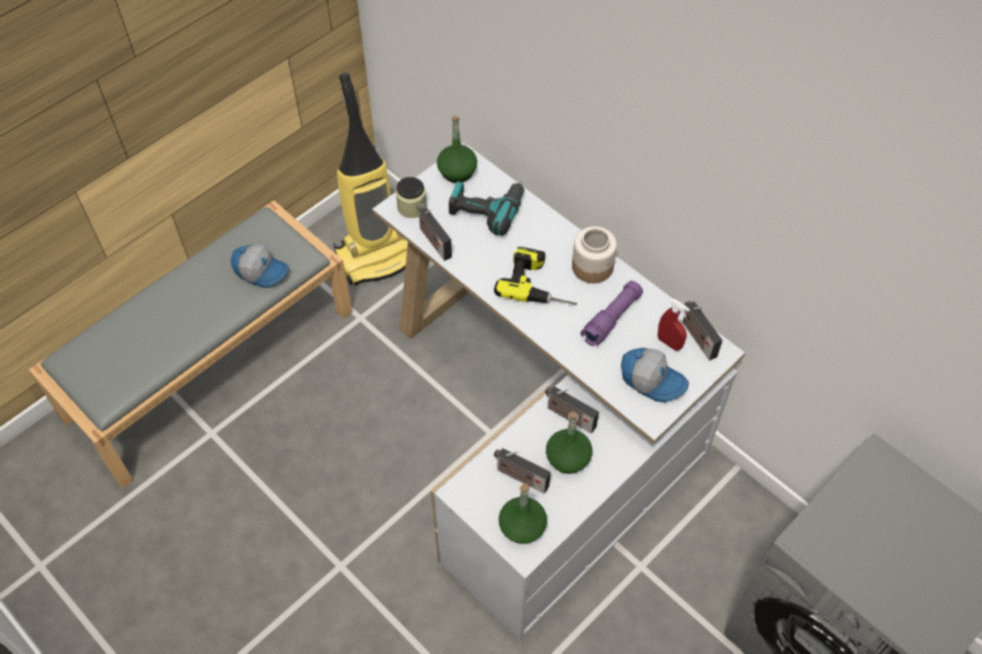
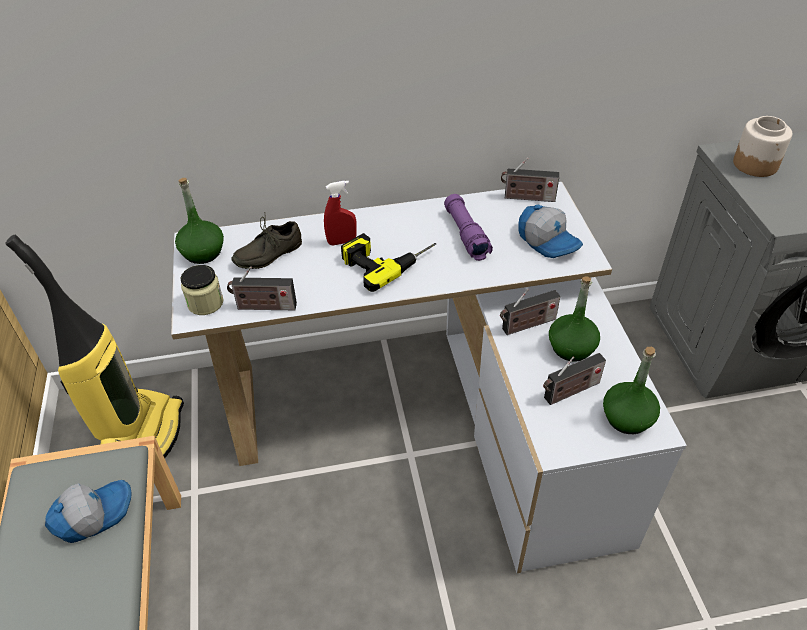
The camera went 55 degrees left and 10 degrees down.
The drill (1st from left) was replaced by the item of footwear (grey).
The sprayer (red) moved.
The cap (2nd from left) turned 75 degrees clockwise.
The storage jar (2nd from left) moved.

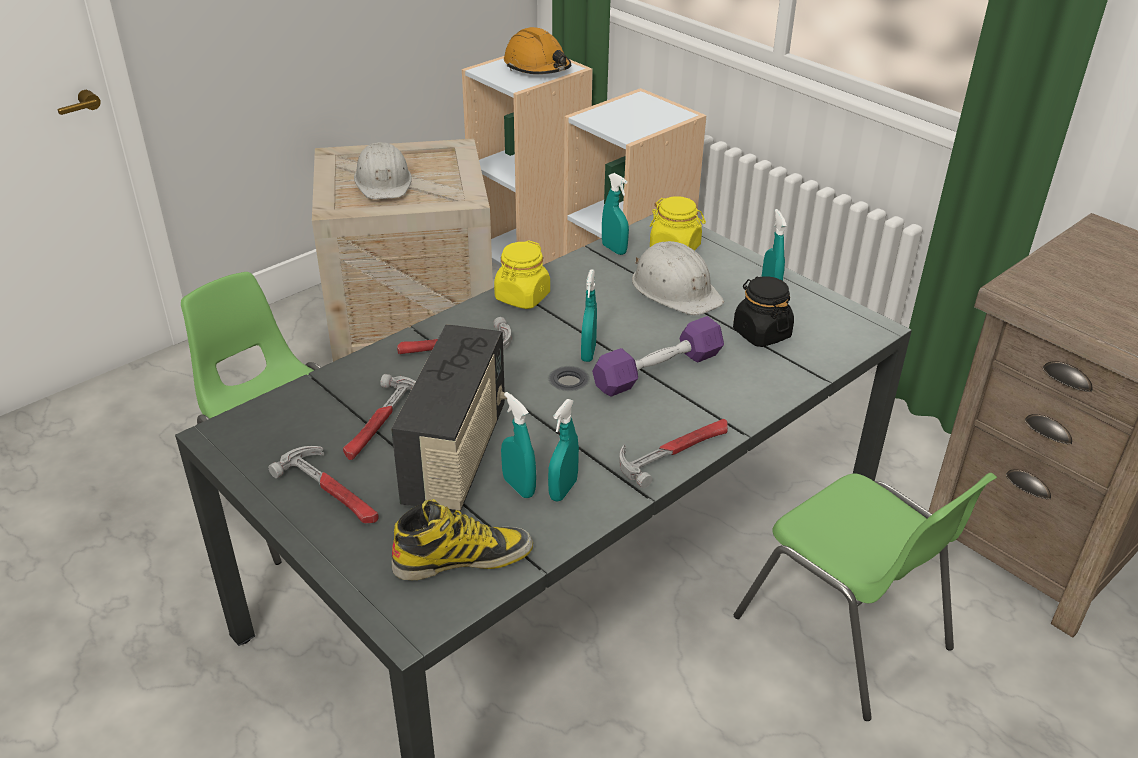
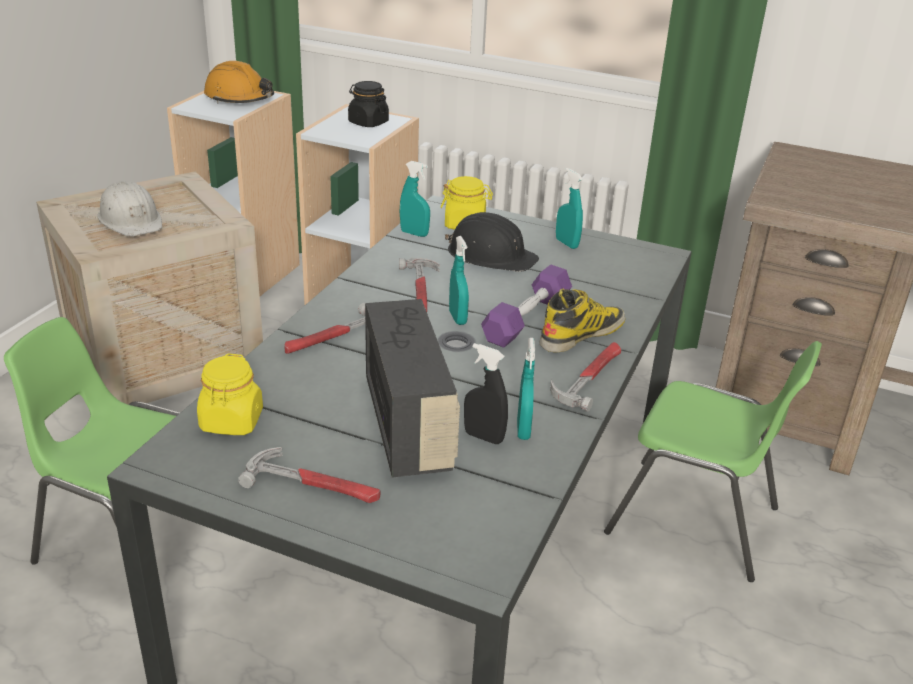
The camera went 25 degrees left and 5 degrees down.
The storage jar (yellow) (1st from left) moved.
The storage jar (black-coloured) moved.
The hand hammer (2nd from left in the first image) moved.
The safety helmet (whitish) (2nd from left) became the safety helmet (black-coloured).
The sprayer (blue-green) (1st from left) became the sprayer (black-coloured).
The boot moved.

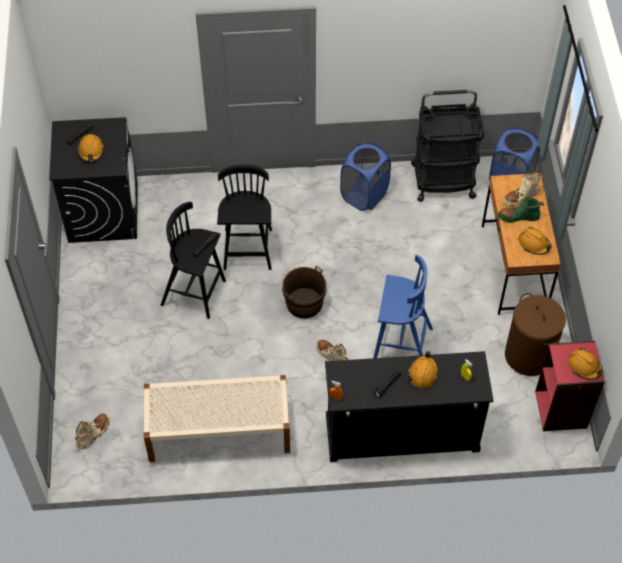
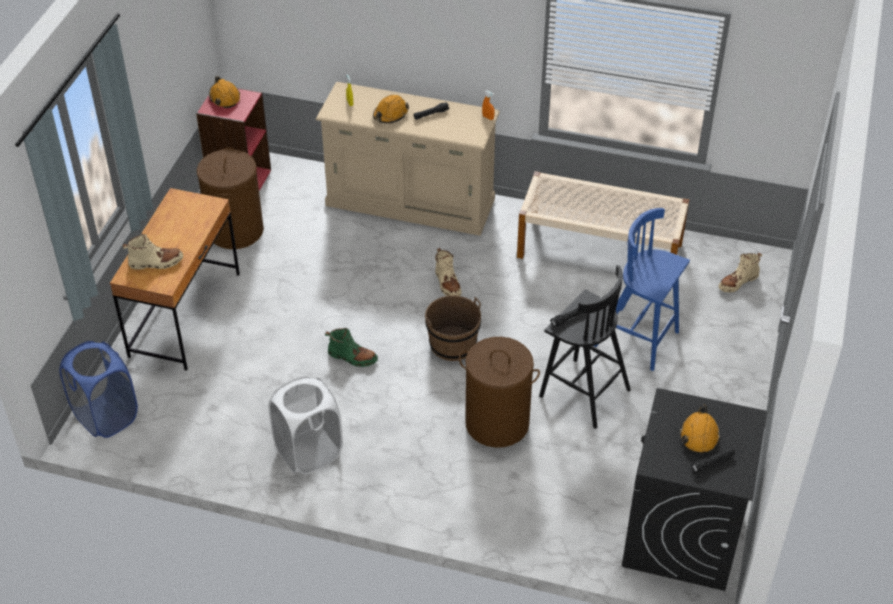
The camera went 160 degrees left and 10 degrees down.
The hamper (bluish) (1st from left) became the hamper (whitish).
The storage cabinet (black-coloured) became the storage cabinet (sand-coloured).
The boot (greenish) moved.
The stool (black-coloured) (2nd from left) was replaced by the hamper (brown) (2nd from left).
The stool (bluish) moved.
The trolley (black-coloured) disappeared.
The safety helmet (orange) (3rd from left) disappeared.

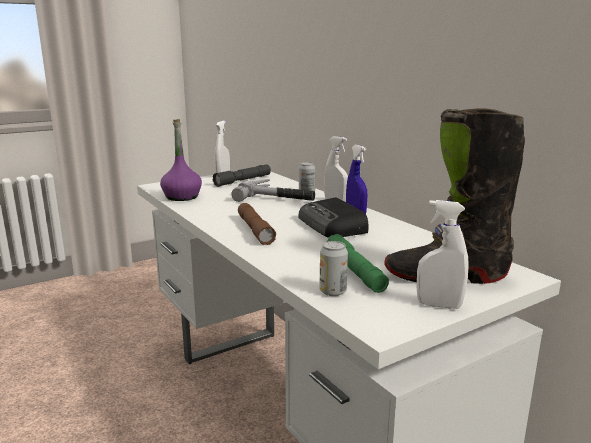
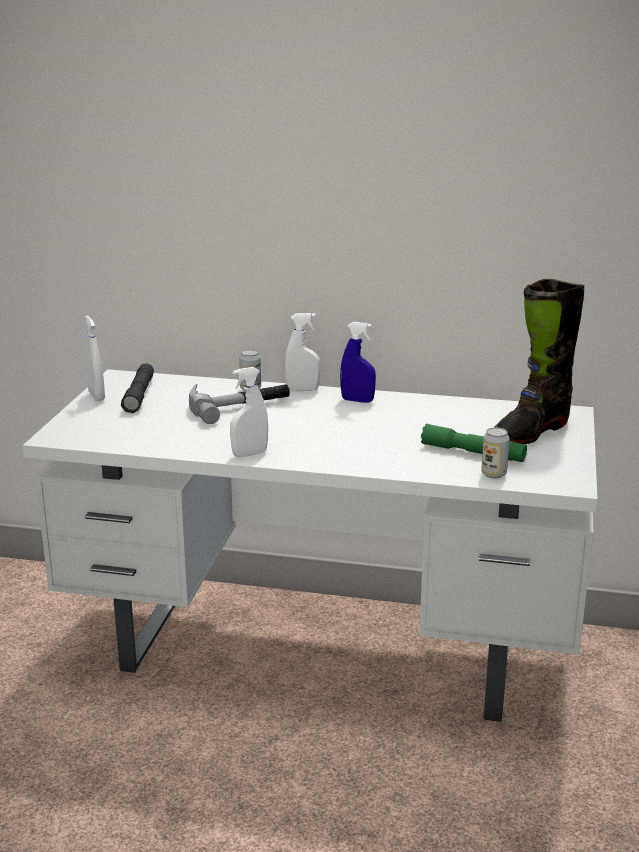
The camera went 45 degrees left and 5 degrees up.
The sprayer (whitish) (3rd from left in the first image) moved.
The drink bottle (purplish) disappeared.
The hand torch (brown) disappeared.
The radio receiver disappeared.

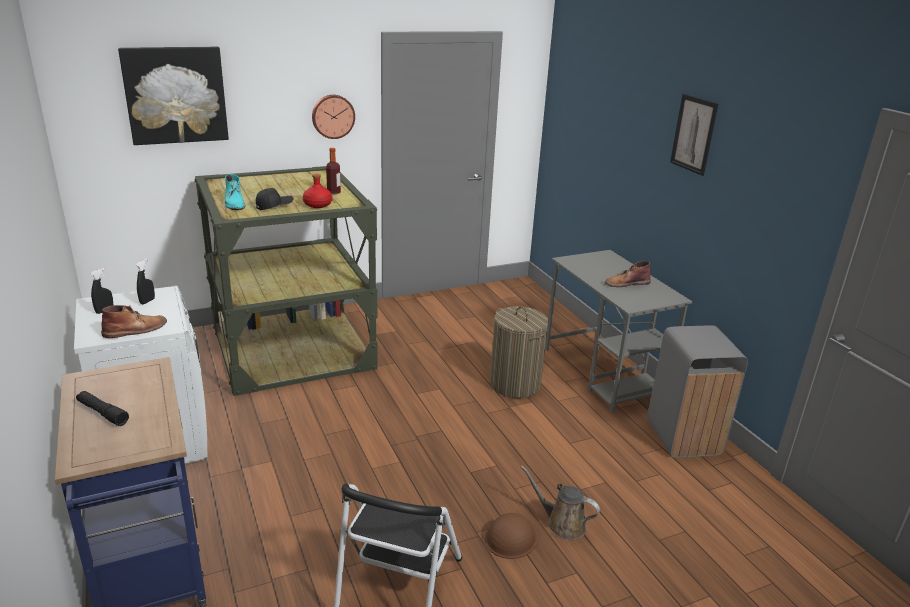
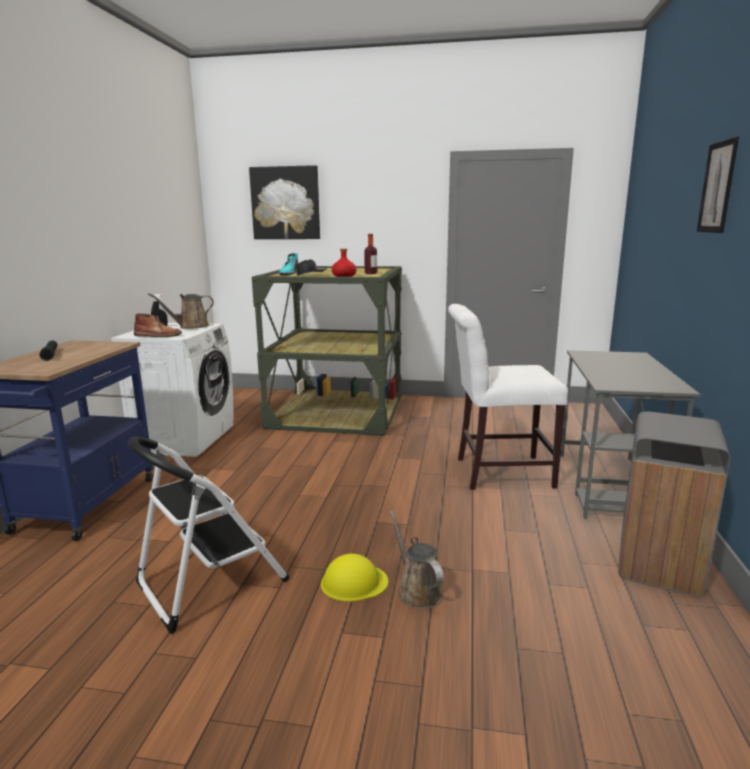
The camera went 35 degrees right and 10 degrees down.
The sprayer (black-coloured) (2nd from left) was replaced by the watering can (brown) (1st from left).
The safety helmet (brown) became the safety helmet (yellow).
The hamper was replaced by the chair (whitish).
The wall clock disappeared.
The boot (brown) (2nd from left) disappeared.

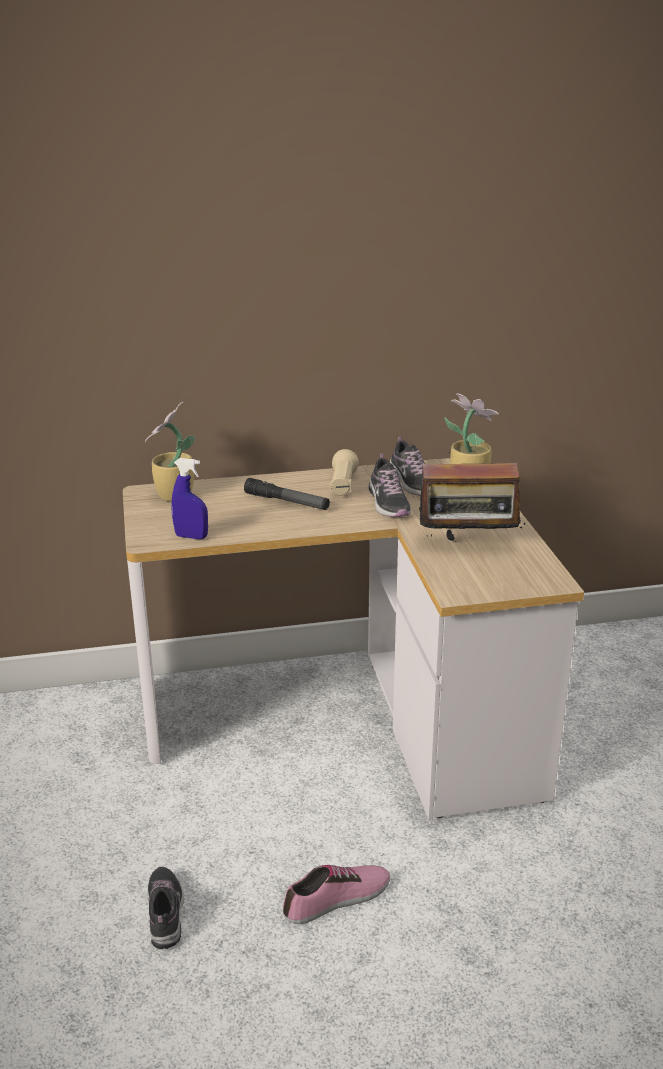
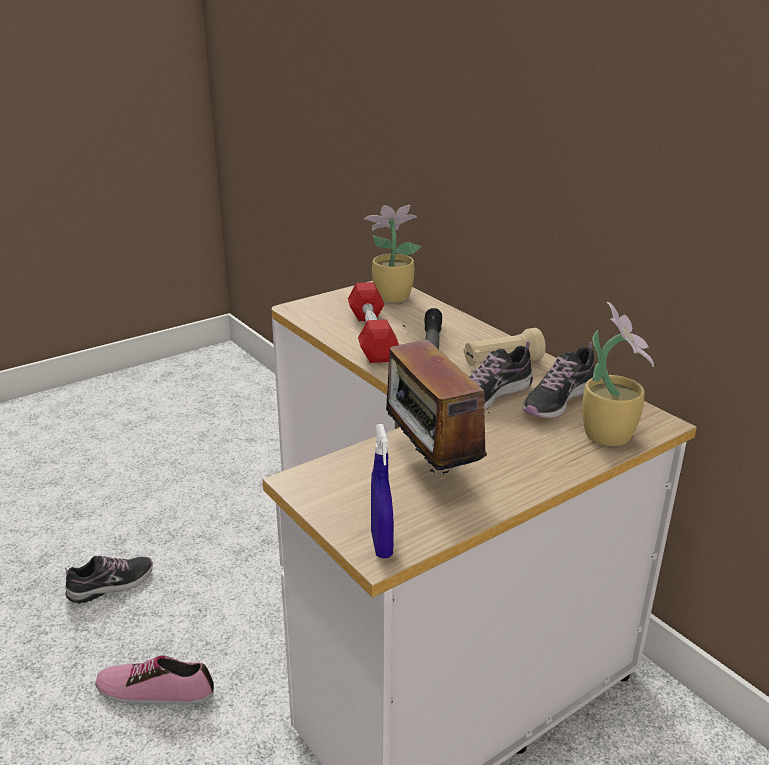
The camera went 65 degrees right and 0 degrees up.
The item of footwear (2nd from left) turned 150 degrees clockwise.
The hand weight (red) appeared.
The sprayer (bluish) moved.

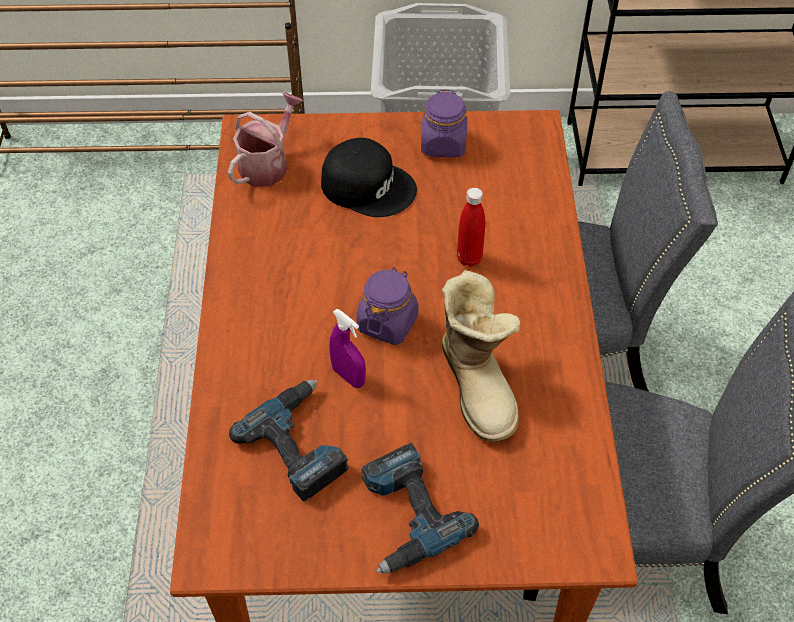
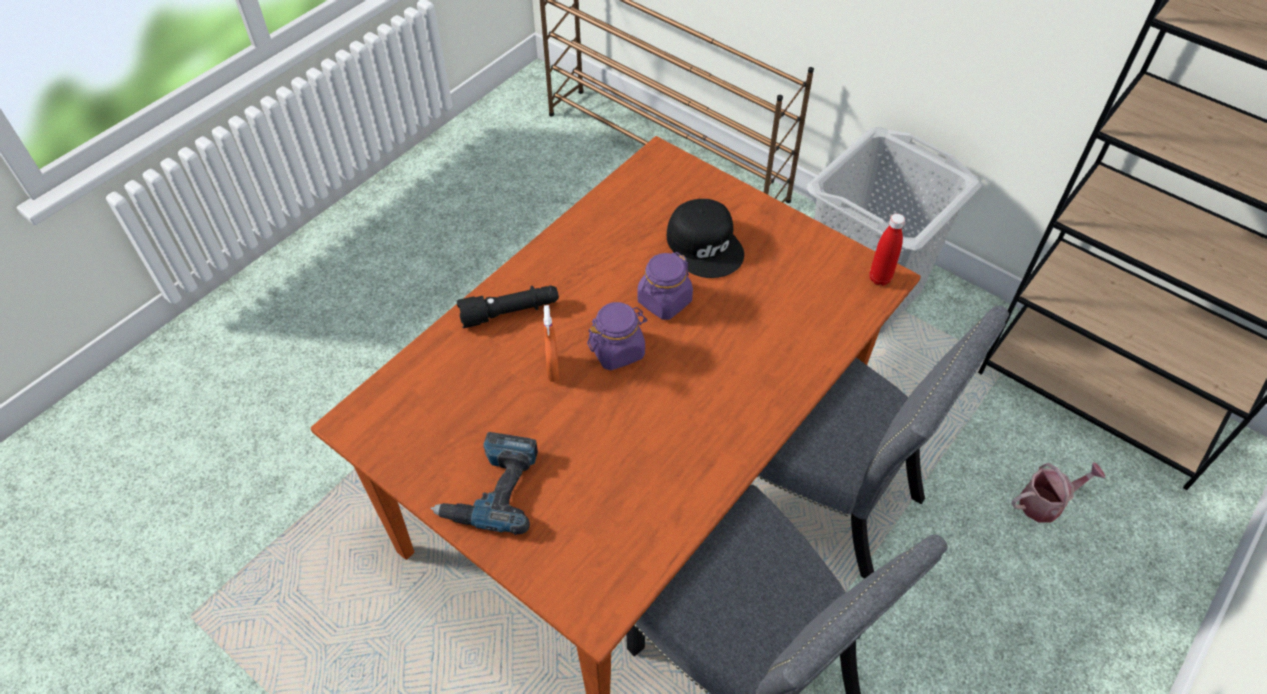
The camera went 40 degrees right and 0 degrees up.
The hand torch (black-coloured) appeared.
The sprayer (purplish) became the sprayer (orange).
The storage jar (purplish) (2nd from left) moved.
The drink bottle (red) moved.
The watering can moved.
The drill (1st from left) disappeared.
The boot disappeared.

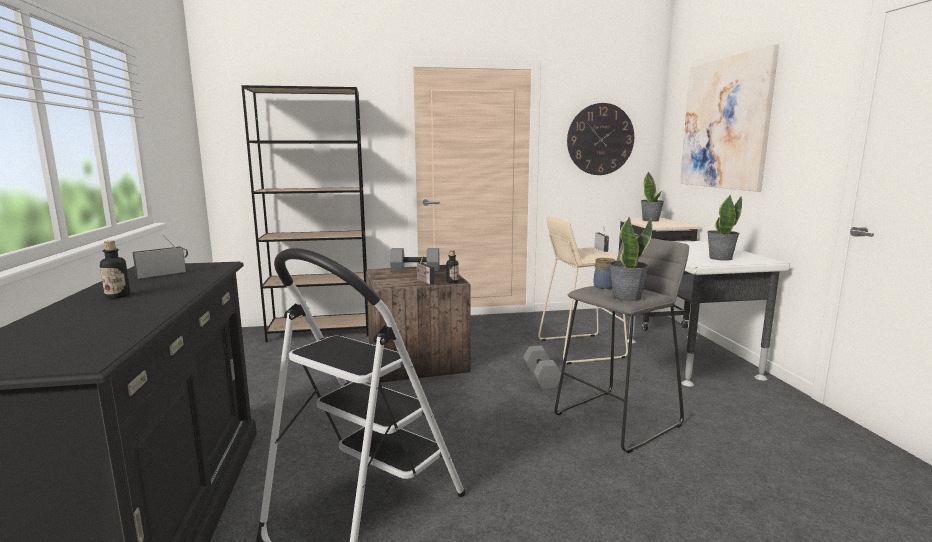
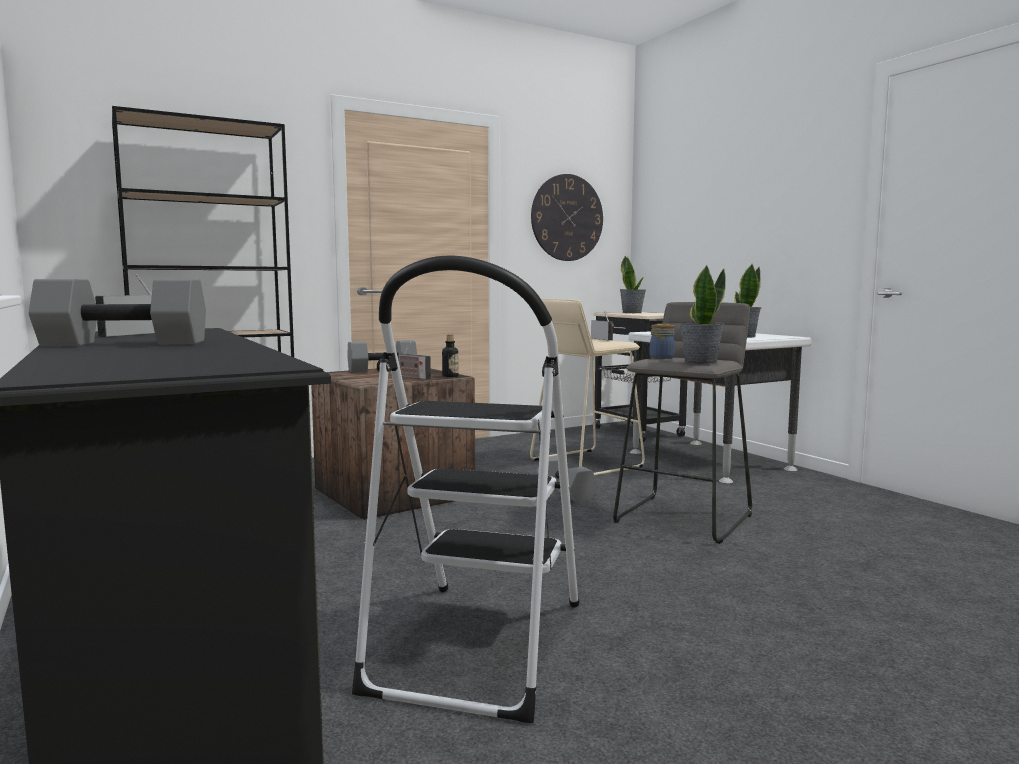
The camera went 20 degrees left and 5 degrees down.
The drink bottle (1st from left) was replaced by the hand weight (grey) (1st from left).
The wall picture disappeared.

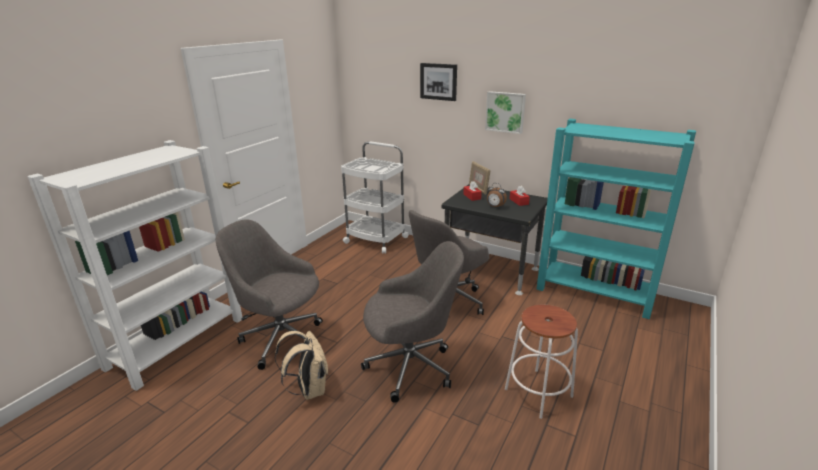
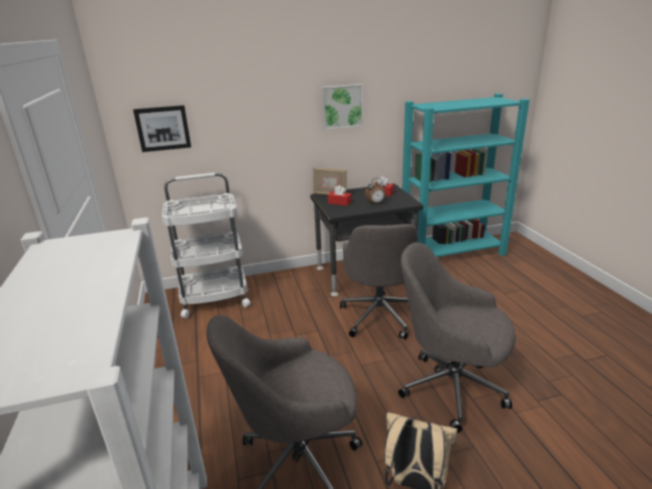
The camera went 45 degrees left and 0 degrees up.
The wall picture (1st from left) moved.
The computer chair (grey) (2nd from left in the first image) turned 105 degrees counterclockwise.
The stool (whitish) disappeared.

